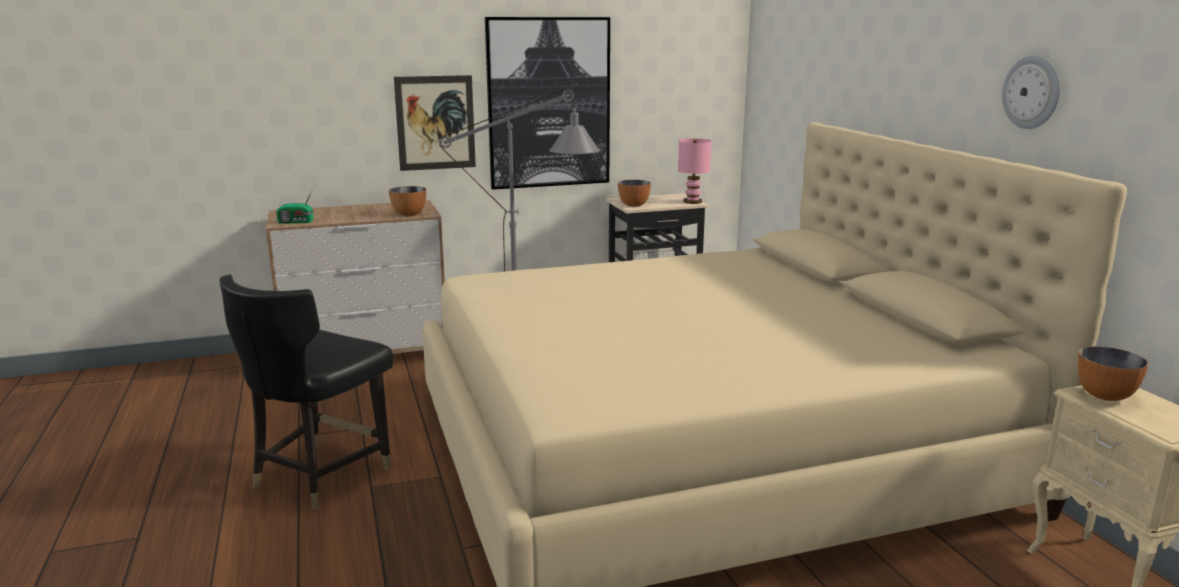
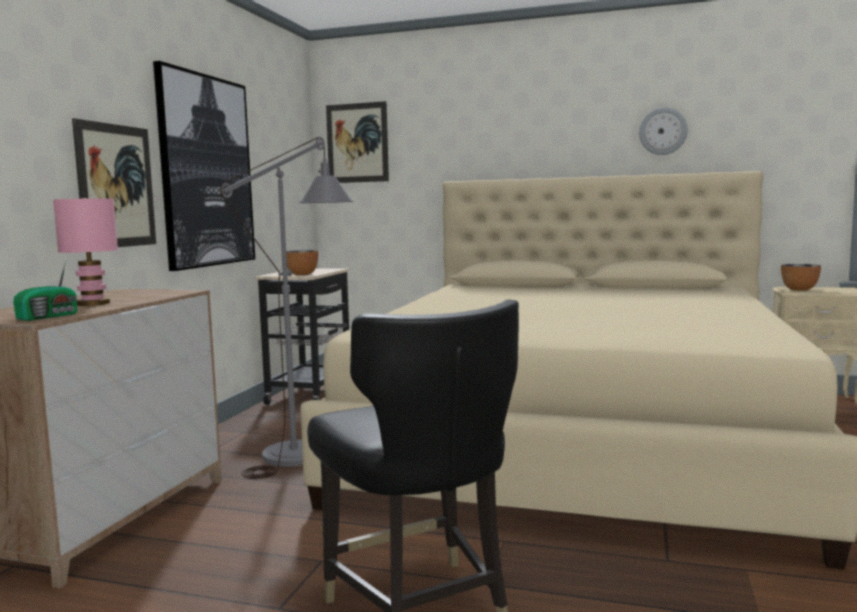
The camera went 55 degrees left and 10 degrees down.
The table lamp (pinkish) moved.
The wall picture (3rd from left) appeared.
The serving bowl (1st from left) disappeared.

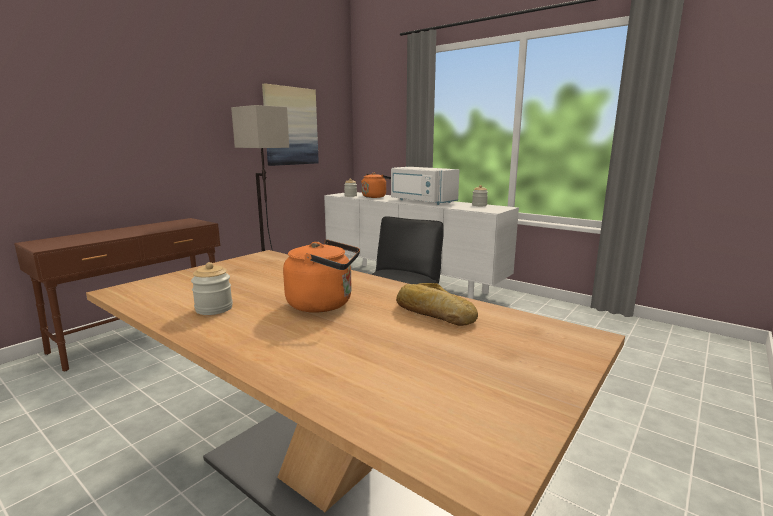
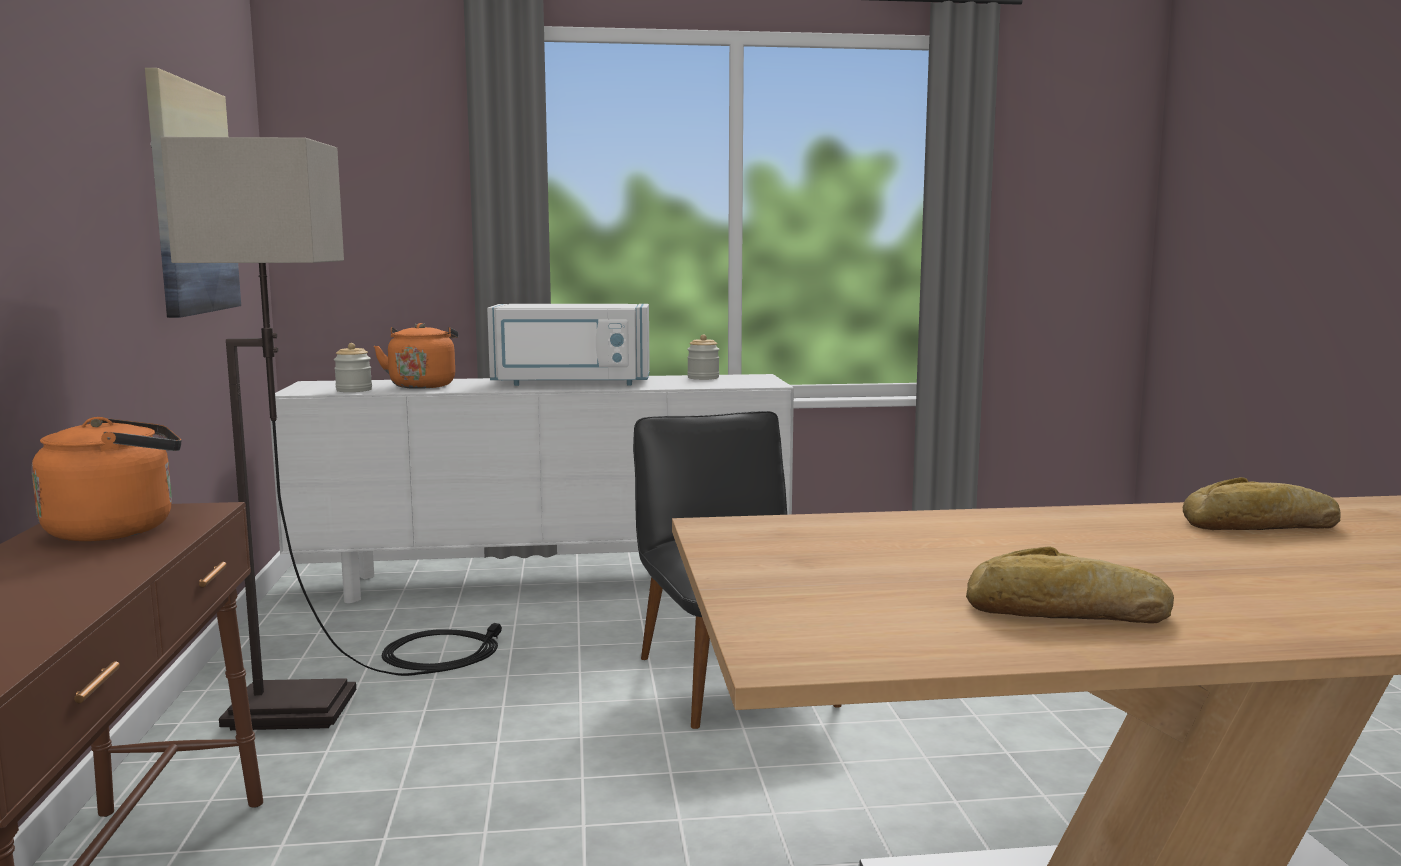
The camera went 45 degrees left and 5 degrees down.
The kettle (orange) (1st from left) moved.
The storage jar (1st from left) was replaced by the baked bread (1st from left).

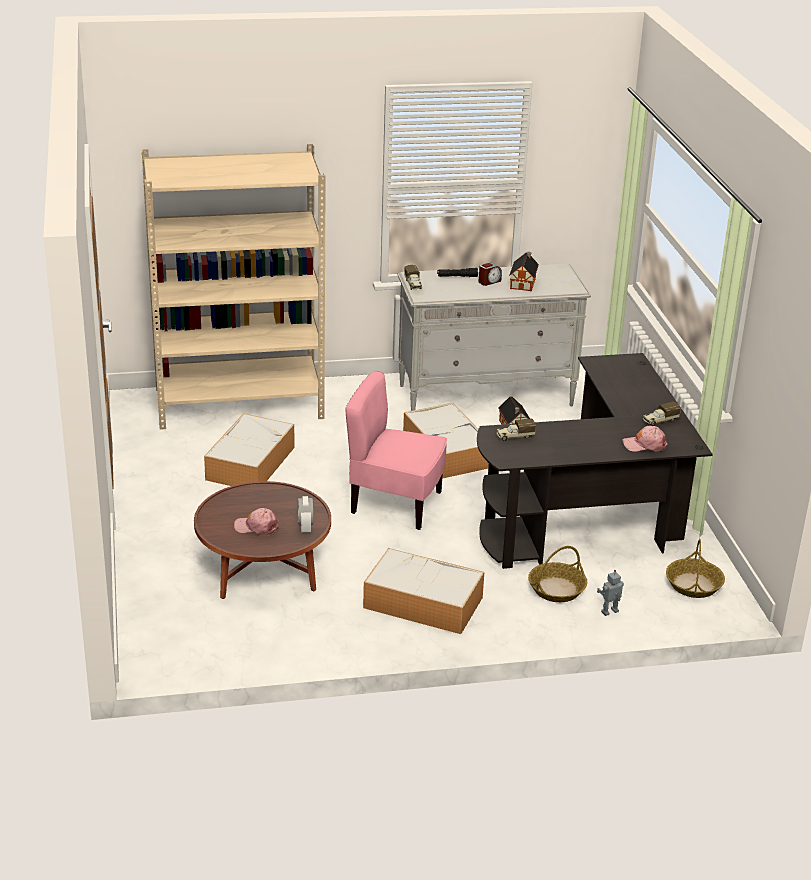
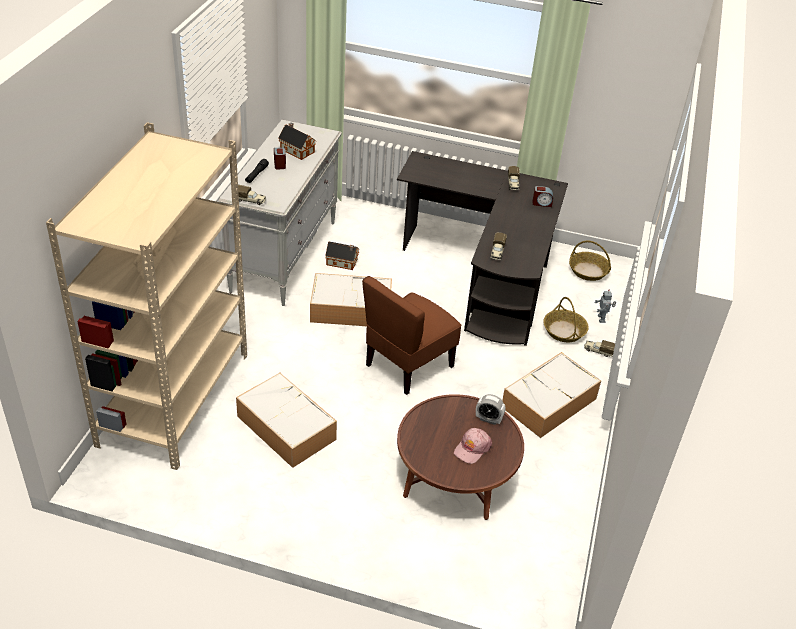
The camera went 65 degrees left and 10 degrees up.
The chair (pinkish) became the chair (brown).
The cap (pinkish) (2nd from left) was replaced by the table clock (3rd from left).
The model truck (4th from left) appeared.

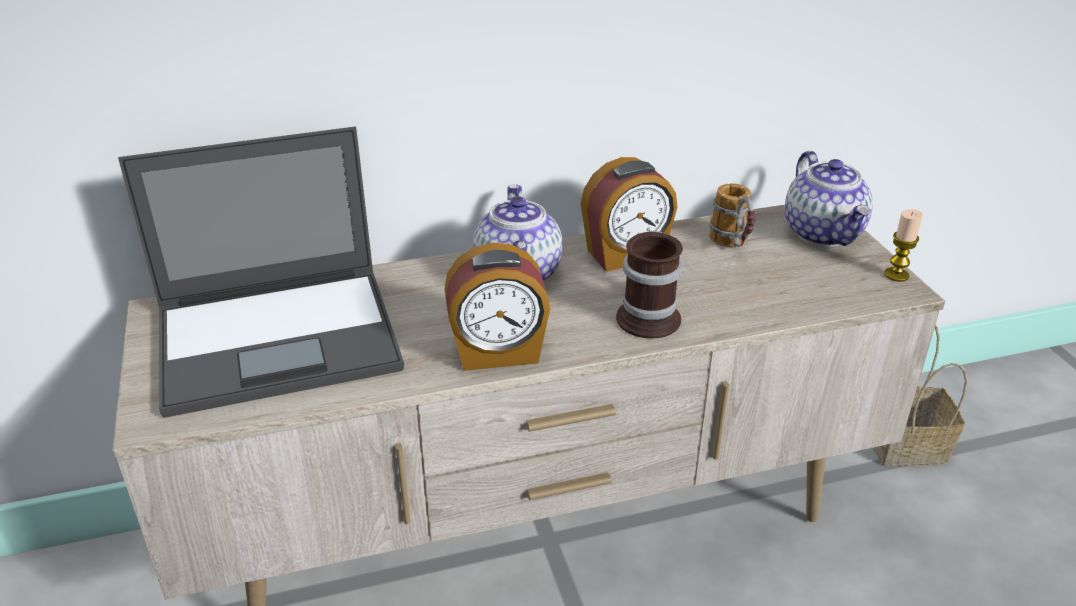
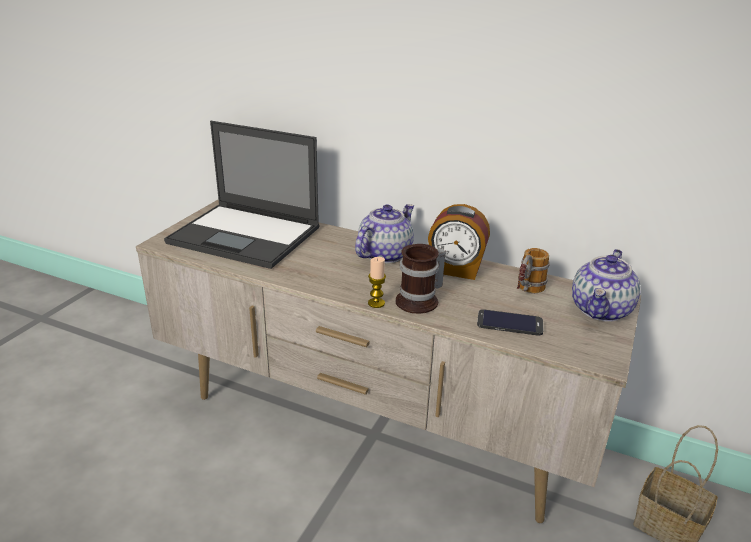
The camera went 40 degrees right and 5 degrees down.
The wax candle moved.
The telephone appeared.
The table clock (1st from left) disappeared.

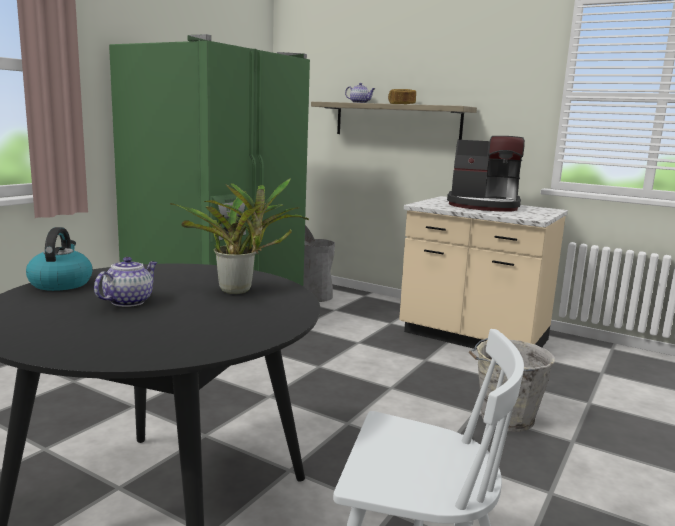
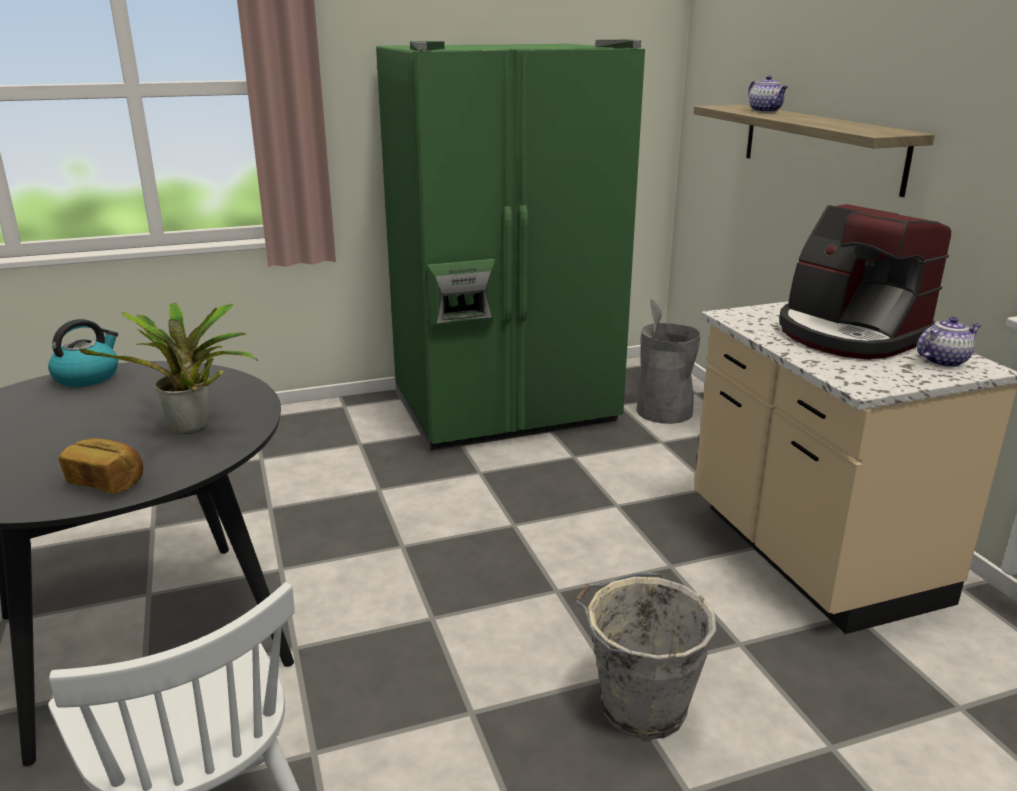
The camera went 40 degrees right and 10 degrees up.
The baked bread moved.
The teapot (1st from left in the first image) moved.

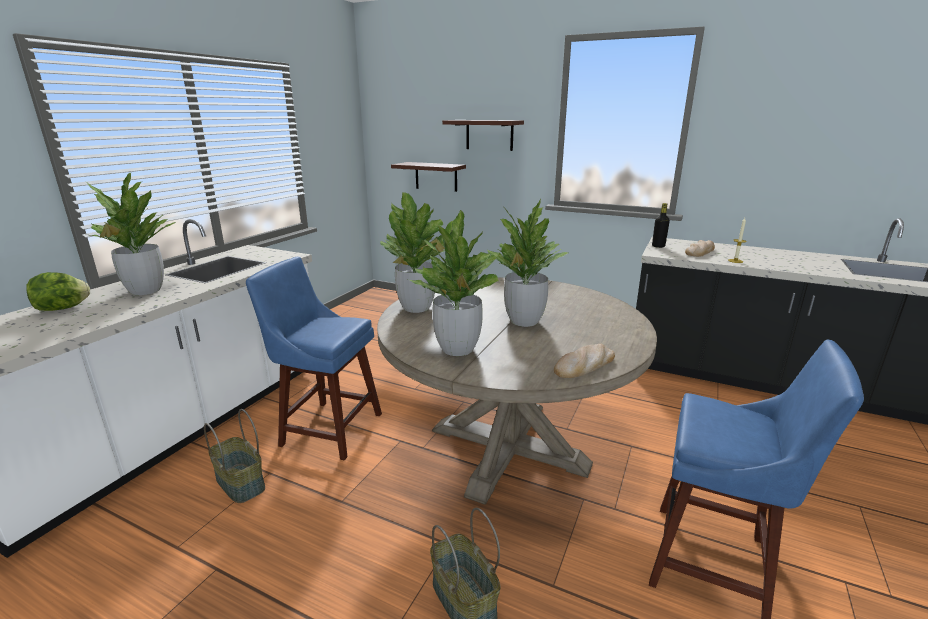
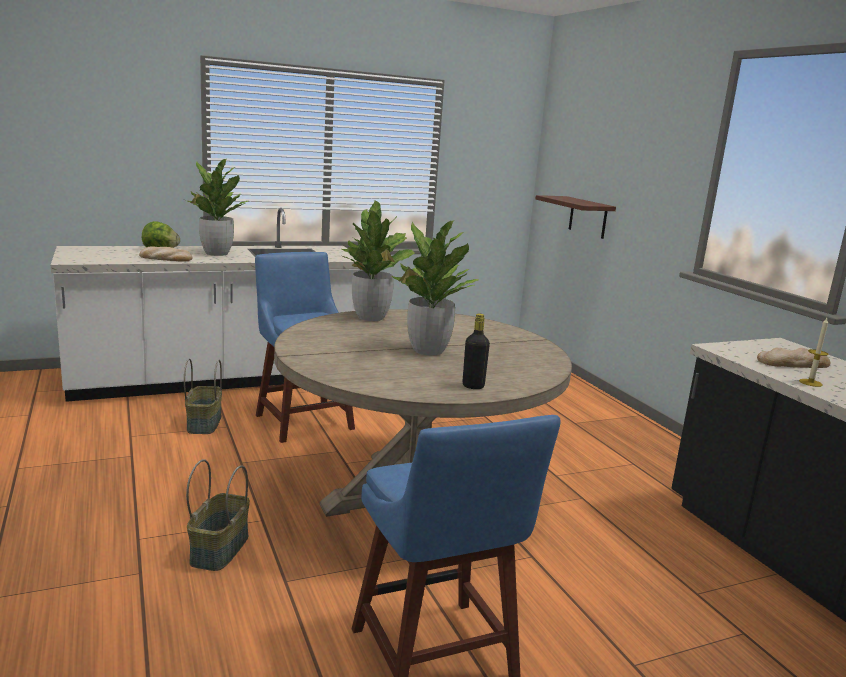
The camera went 40 degrees right and 5 degrees down.
The baked bread (1st from left) moved.
The drink bottle (black-coloured) moved.
The plant in a pot (3rd from left) disappeared.
The shelf (2nd from left) disappeared.

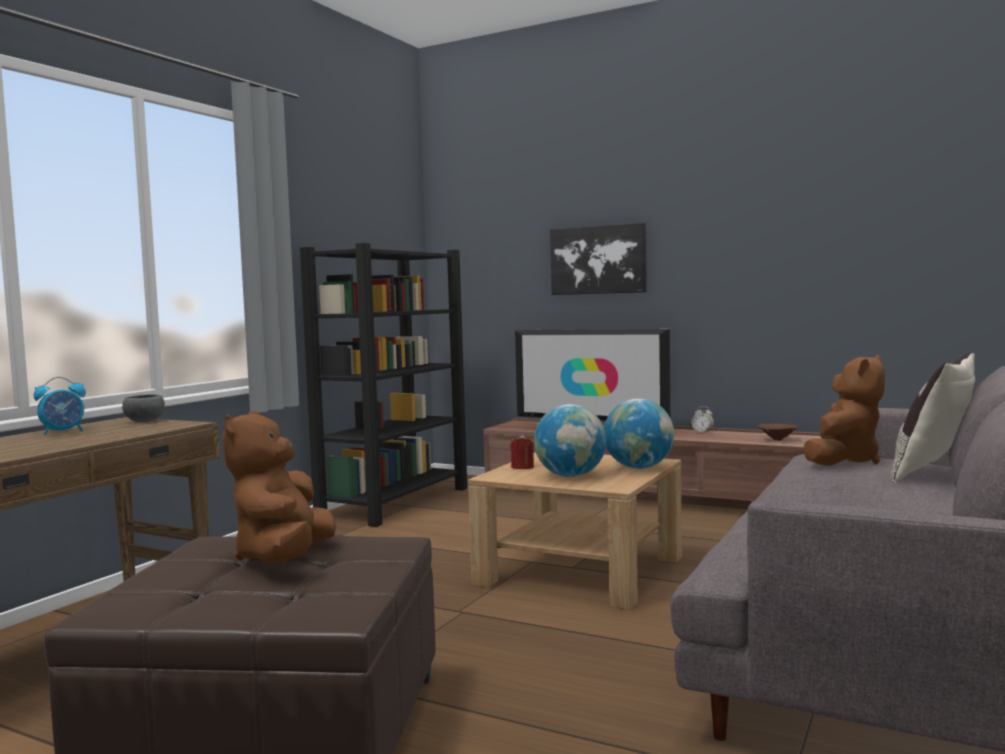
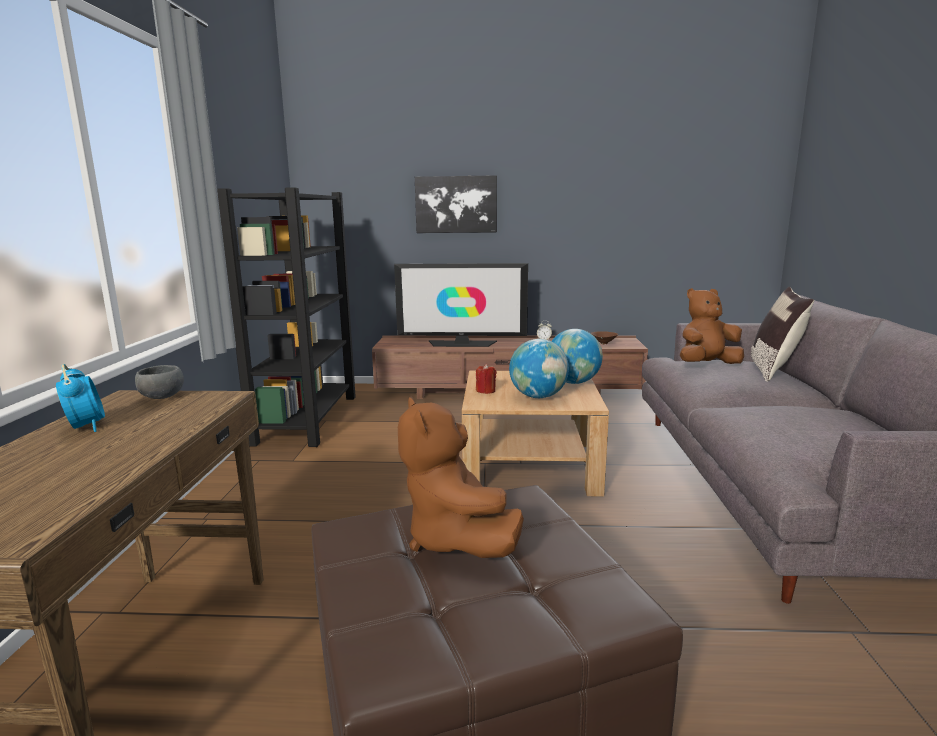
The camera went 25 degrees left and 10 degrees up.
The table clock (1st from left) turned 60 degrees counterclockwise.
The soft toy (brown) (2nd from left) turned 120 degrees counterclockwise.

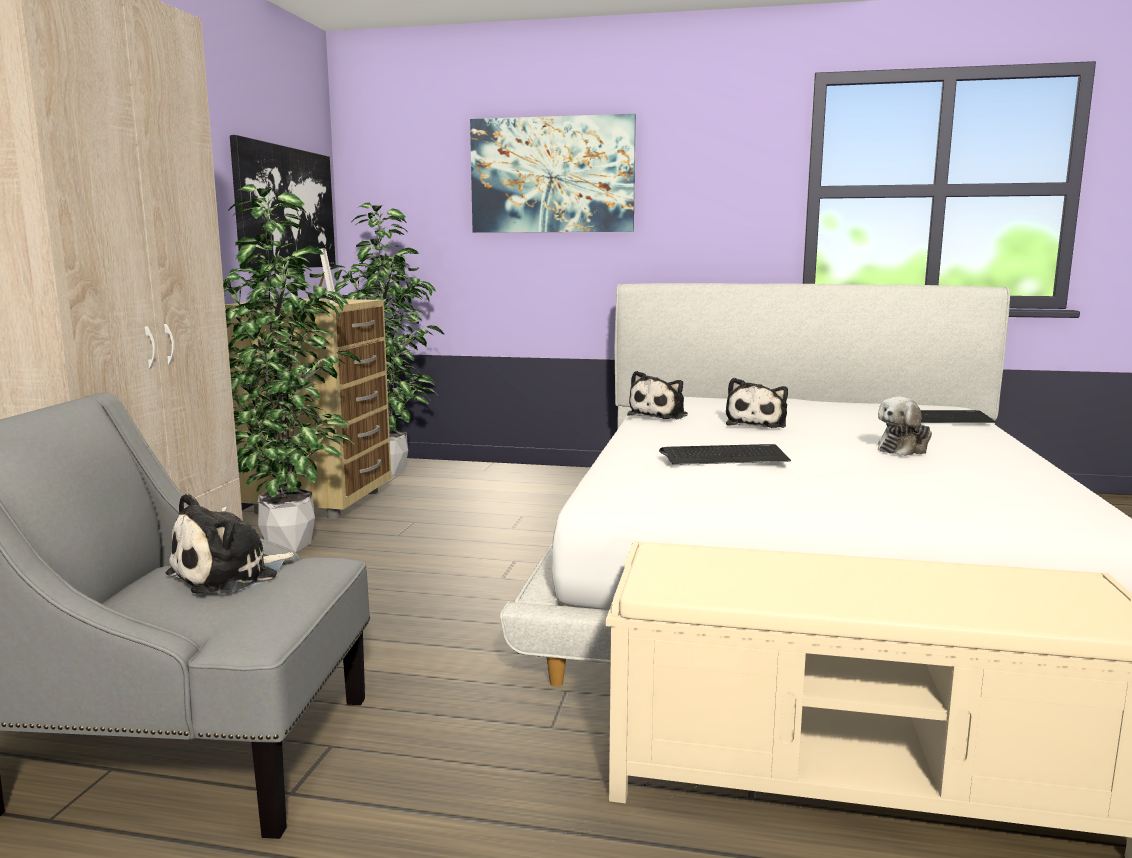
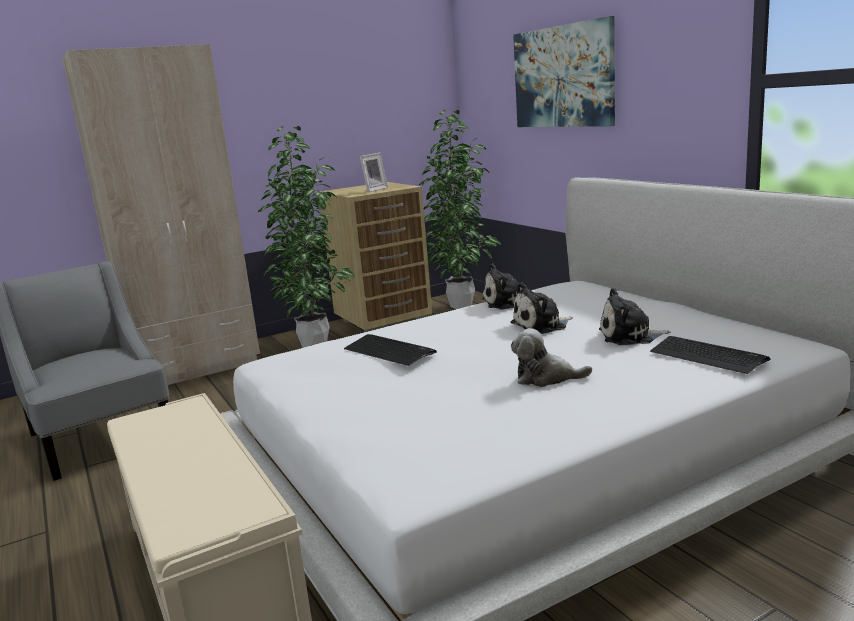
The camera went 50 degrees right and 5 degrees up.
The soft toy (1st from left in the first image) moved.
The wall picture (1st from left) disappeared.

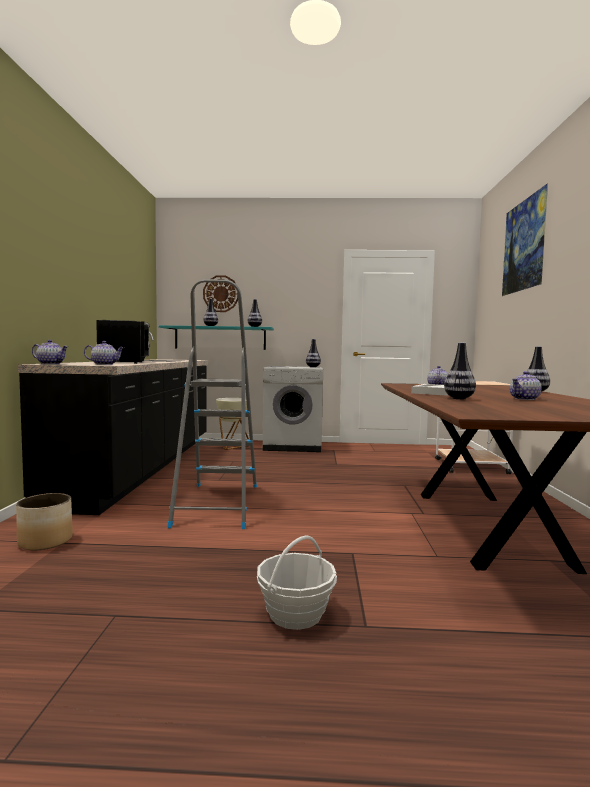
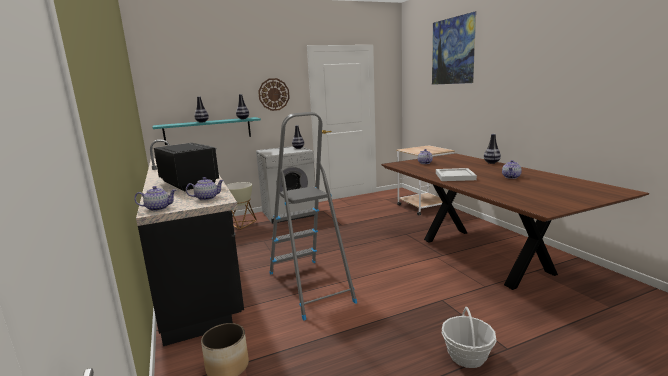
The camera went 25 degrees left and 10 degrees up.
The wall clock moved.
The flower vase (4th from left) disappeared.

